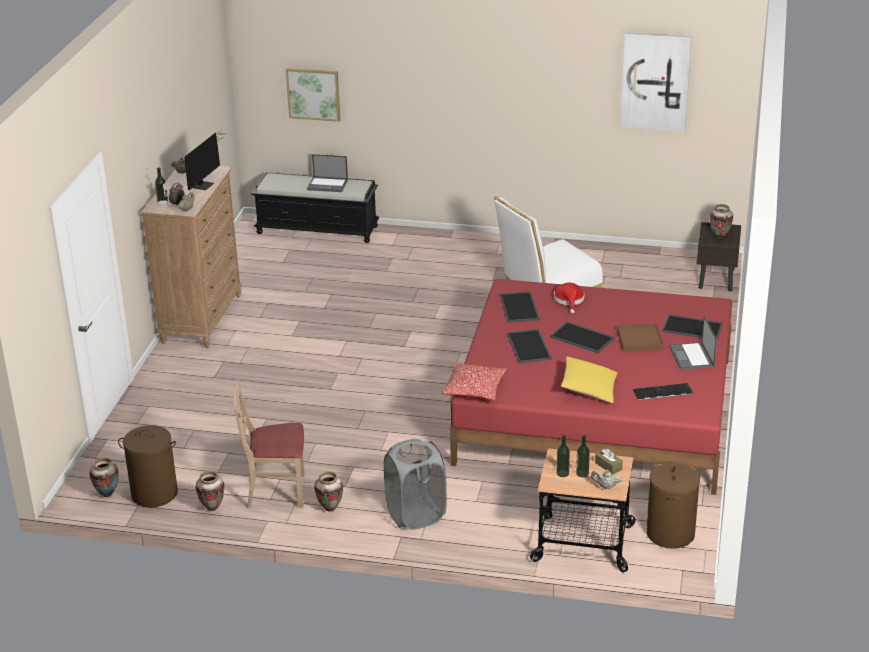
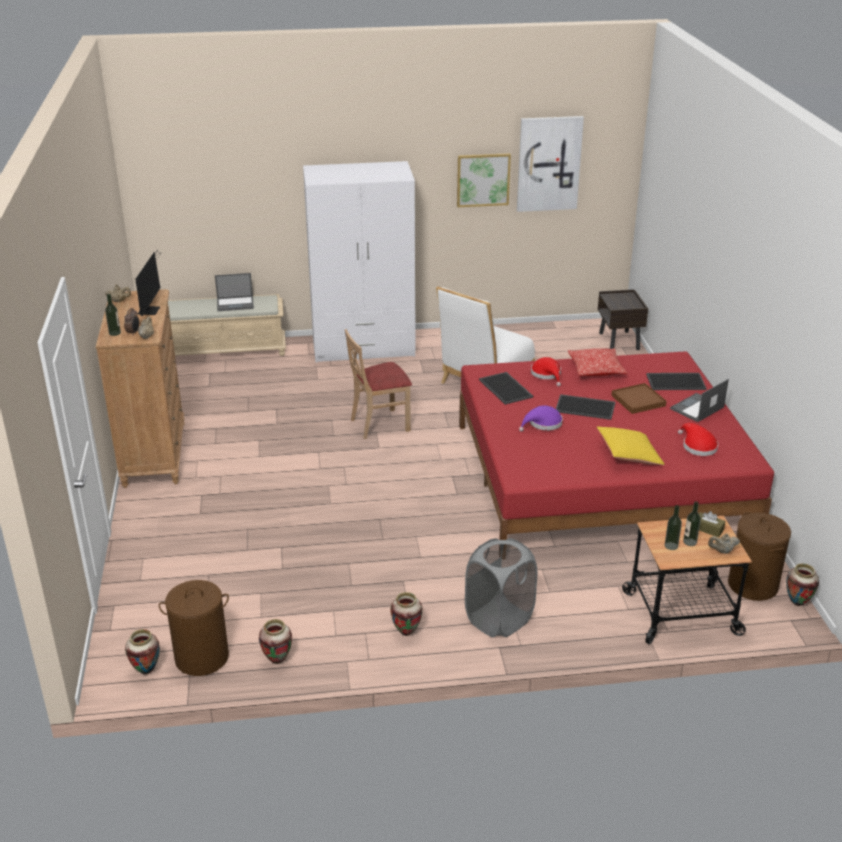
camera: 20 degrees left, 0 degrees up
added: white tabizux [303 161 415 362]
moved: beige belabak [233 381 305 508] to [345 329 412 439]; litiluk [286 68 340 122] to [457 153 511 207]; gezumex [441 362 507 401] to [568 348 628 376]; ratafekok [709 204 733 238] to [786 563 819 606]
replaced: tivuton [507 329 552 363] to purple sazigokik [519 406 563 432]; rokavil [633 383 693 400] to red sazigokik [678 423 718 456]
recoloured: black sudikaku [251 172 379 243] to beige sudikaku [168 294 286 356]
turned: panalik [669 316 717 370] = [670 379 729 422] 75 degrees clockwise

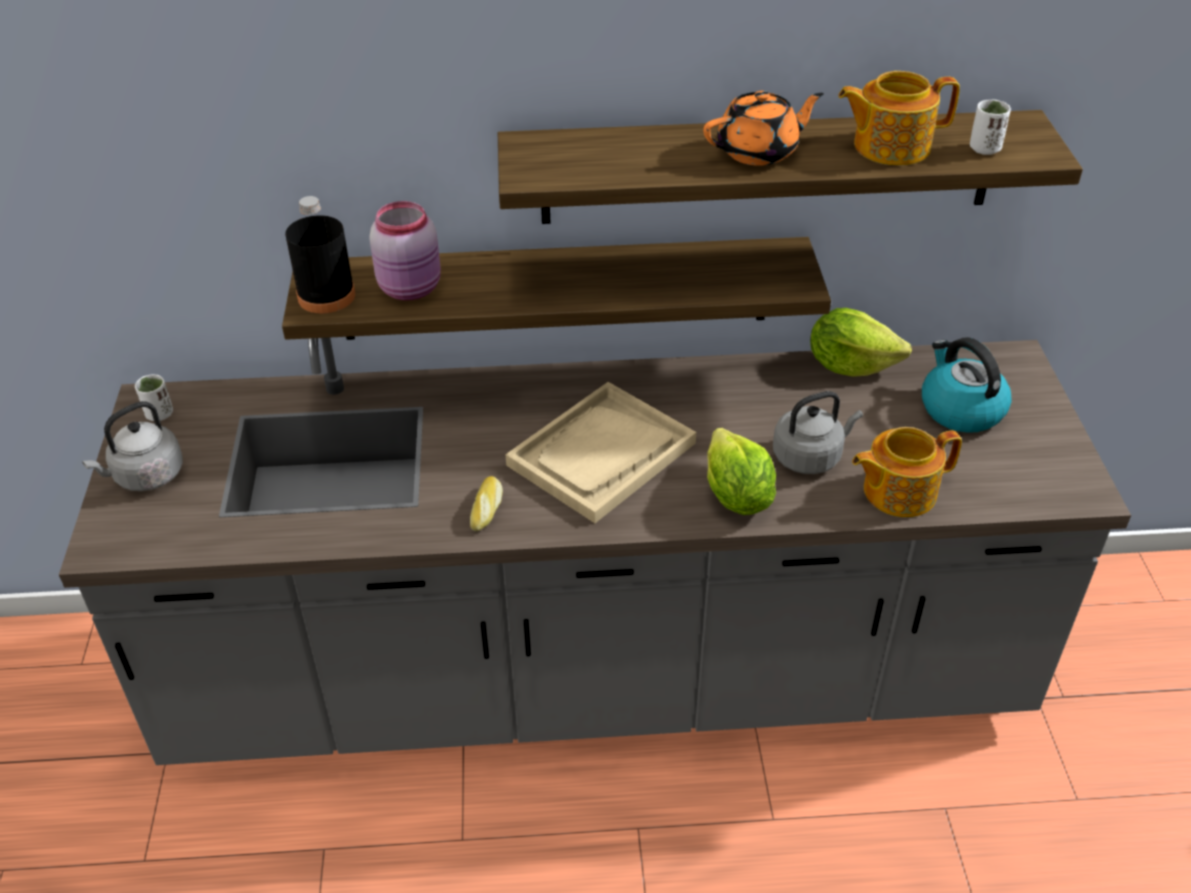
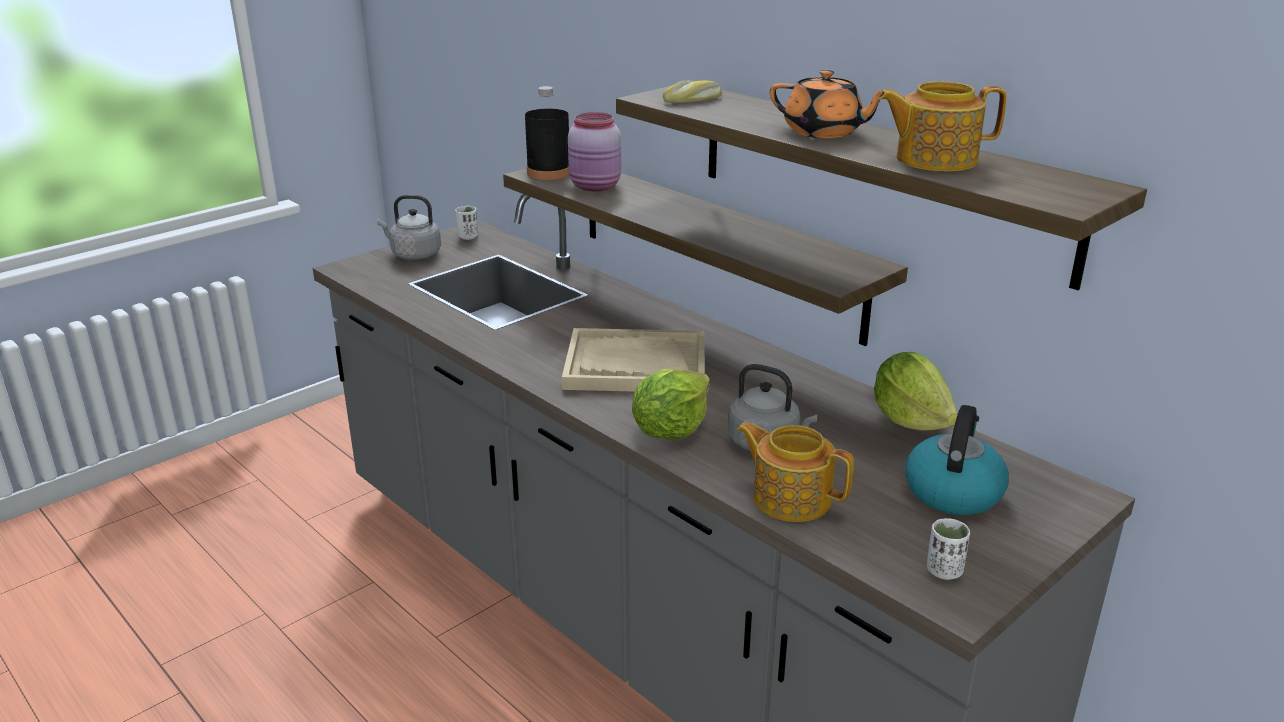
camera: 50 degrees right, 15 degrees down
moved: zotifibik [470 476 503 532] to [663 80 722 103]; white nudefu [970 100 1011 155] to [927 518 970 580]
turned: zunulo [838 71 960 165] = [878 81 1007 171] 45 degrees counterclockwise

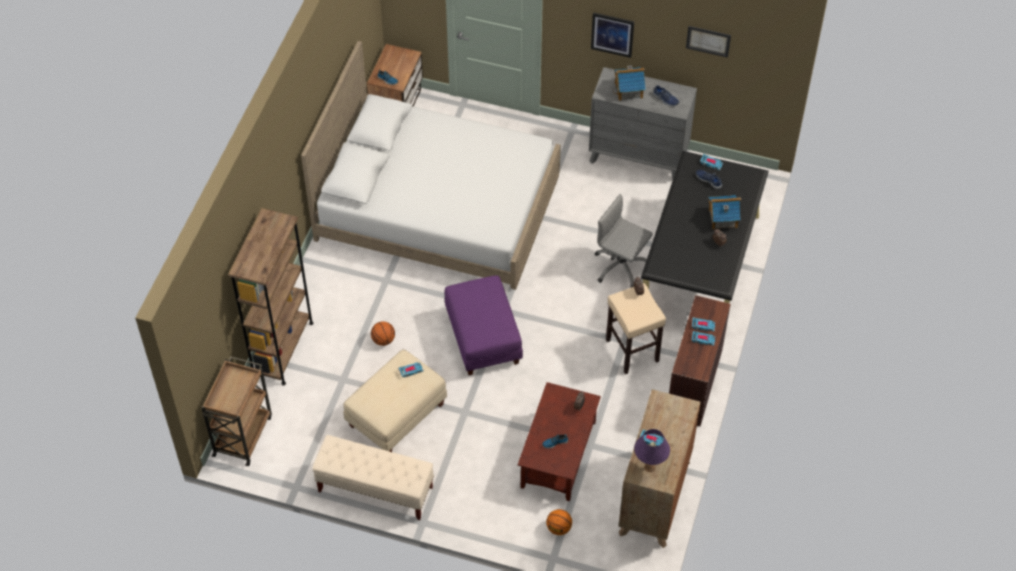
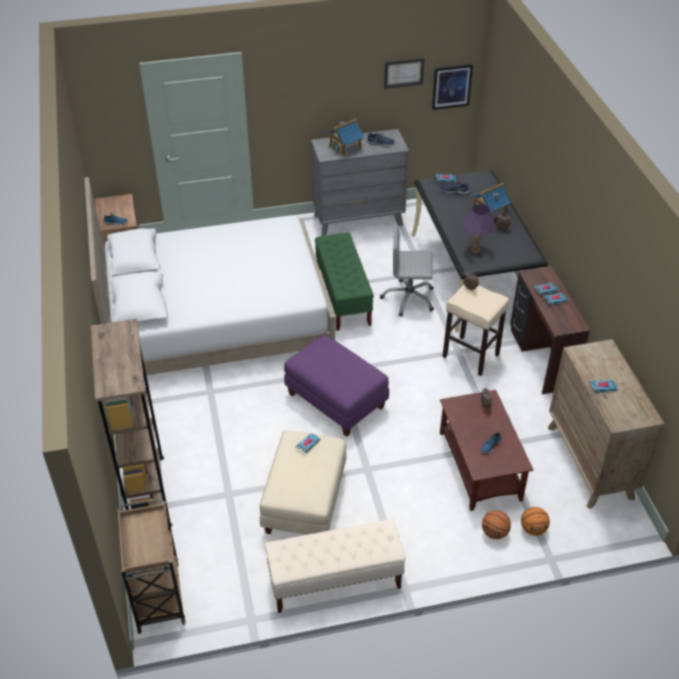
camera: 30 degrees left, 10 degrees down
added: green sudikaku [315 233 374 331]
moved: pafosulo [371 321 395 346] to [482 510 511 539]; litiluk [591 12 634 58] to [432 64 473 110]; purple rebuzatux [634 429 670 472] to [463 204 495 253]

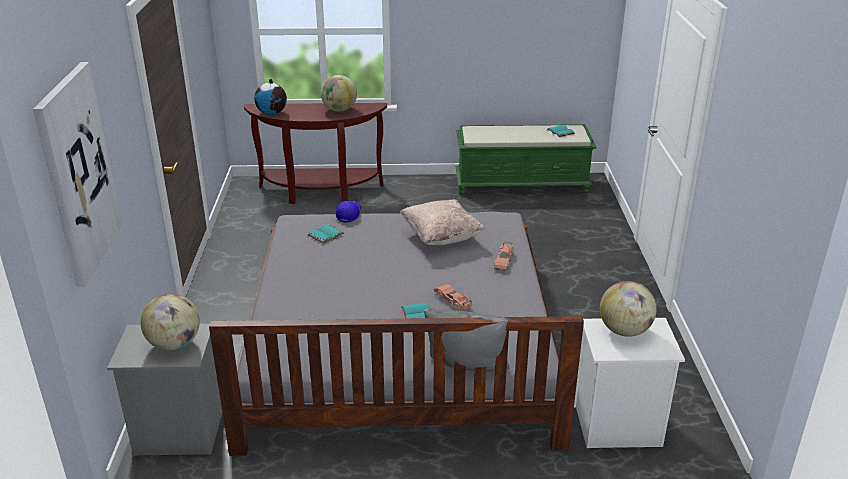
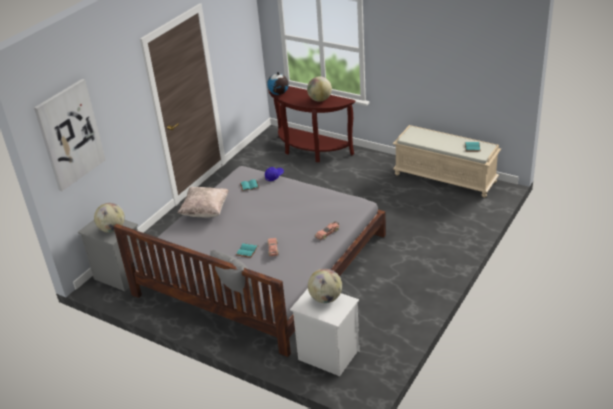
camera: 35 degrees right, 5 degrees up
moved: beige gezumex [400 200 485 245] to [178 187 229 218]
recoloured: green sudikaku [456 124 597 195] to beige sudikaku [393 125 501 198]

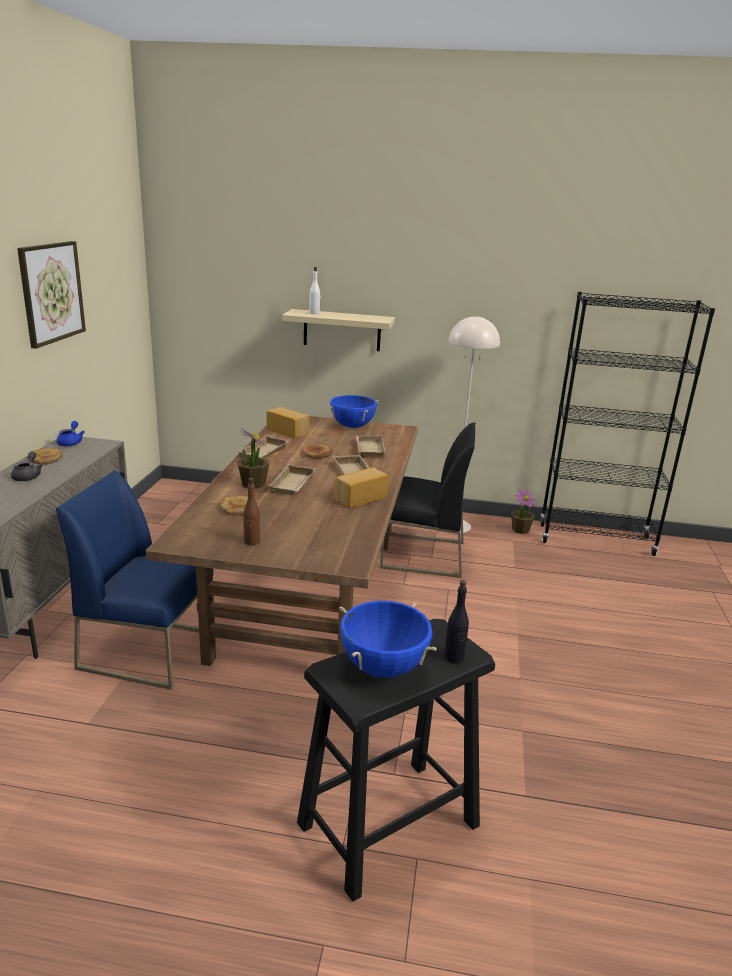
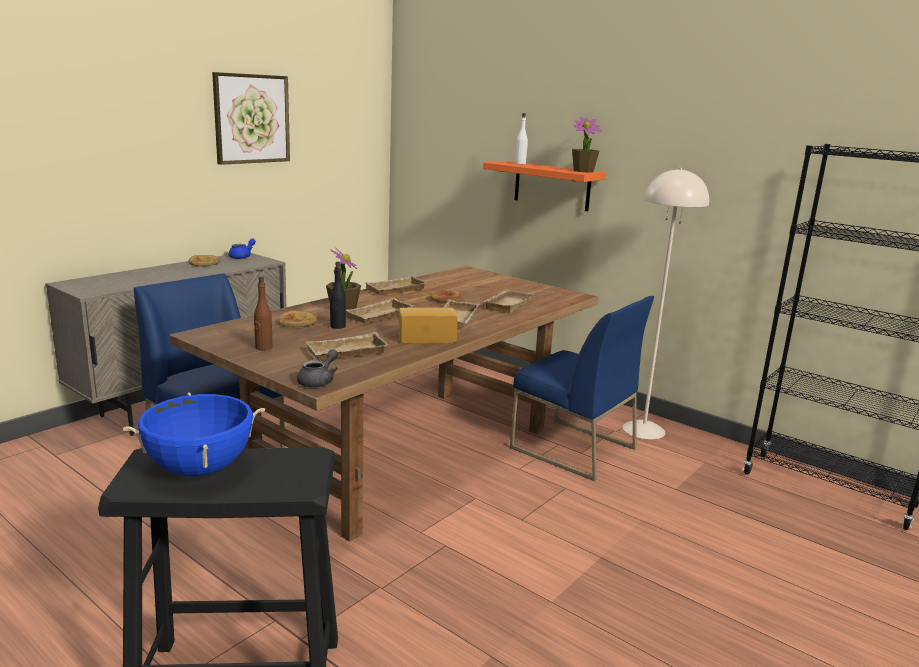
camera: 30 degrees right, 5 degrees down
removed: zotifibik [267 407 309 438]; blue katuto [327 395 379 428]
added: beige tivuton [305 332 388 360]
moved: grey zunulo [11 452 44 481] to [297 349 338 387]; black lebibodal [444 580 469 663] to [330 262 346 329]; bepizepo [511 489 536 534] to [572 117 602 173]
recoloured: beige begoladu [282 309 395 351] to orange begoladu [483 161 606 211]; black belabak [380 422 475 578] to blue belabak [510 296 654 481]

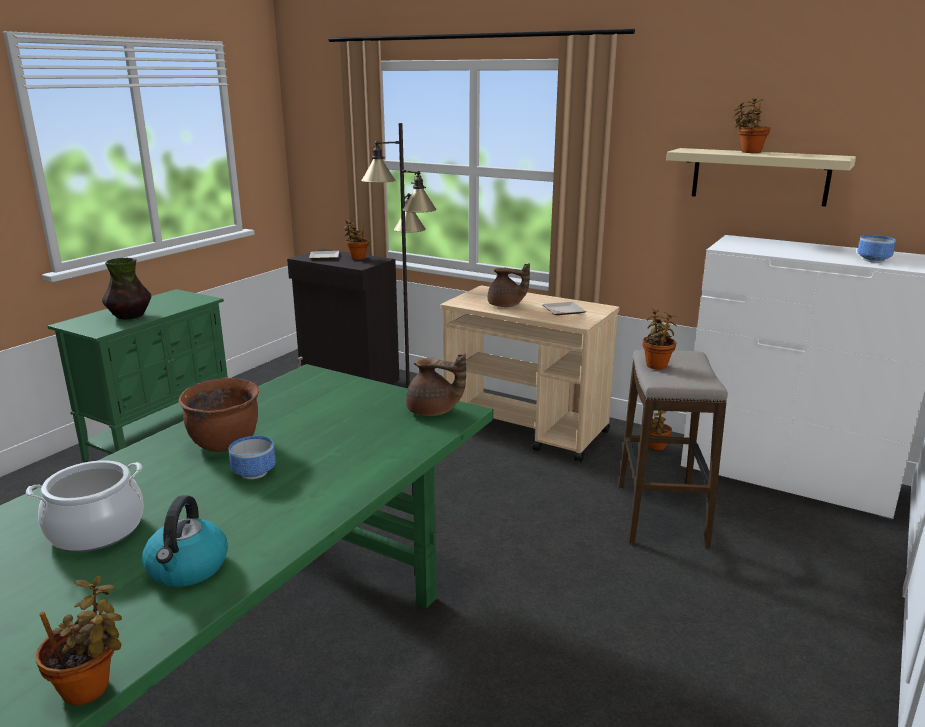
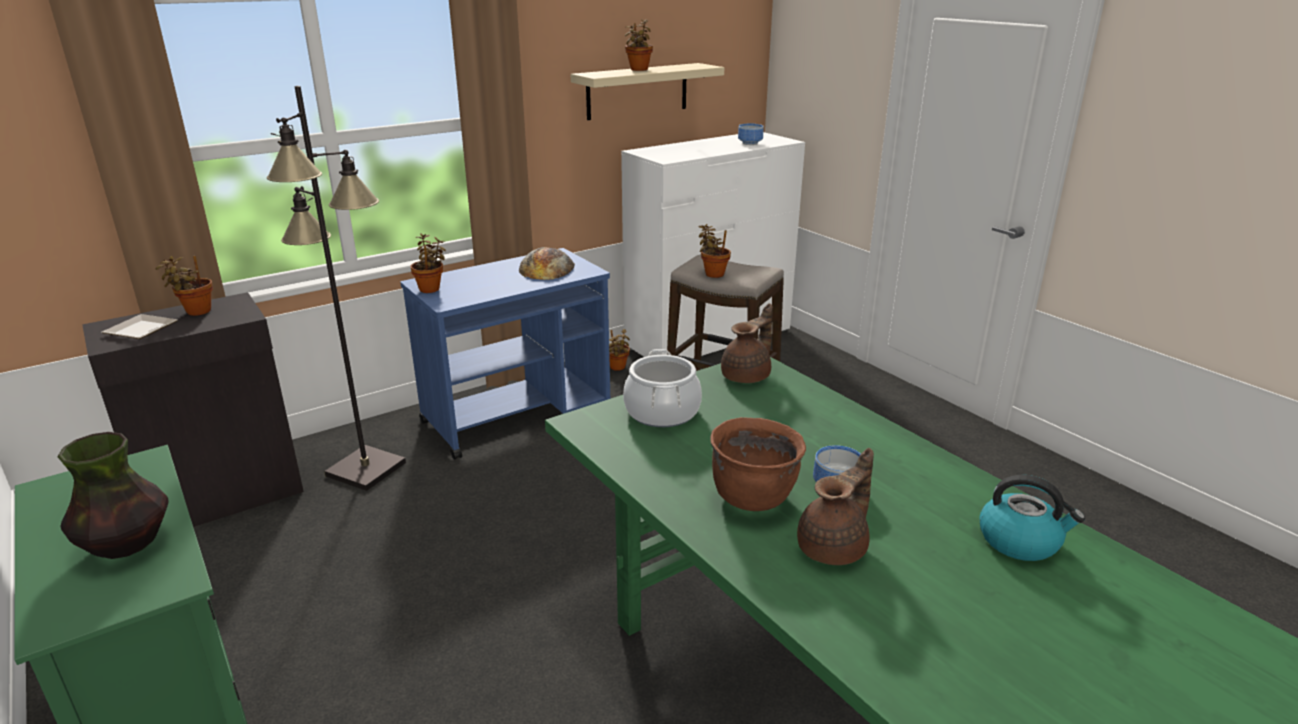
camera: 65 degrees left, 5 degrees up
moved: katuto [26 460 144 552] to [623 349 702 427]; bepizepo [36 576 122 705] to [410 233 446 293]; brown zunulo [487 263 530 307] to [797 448 874 565]
replaced: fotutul [542 302 587 315] to zotifibik [519 247 575 280]
recoloured: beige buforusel [441 286 620 462] to blue buforusel [400 248 610 460]

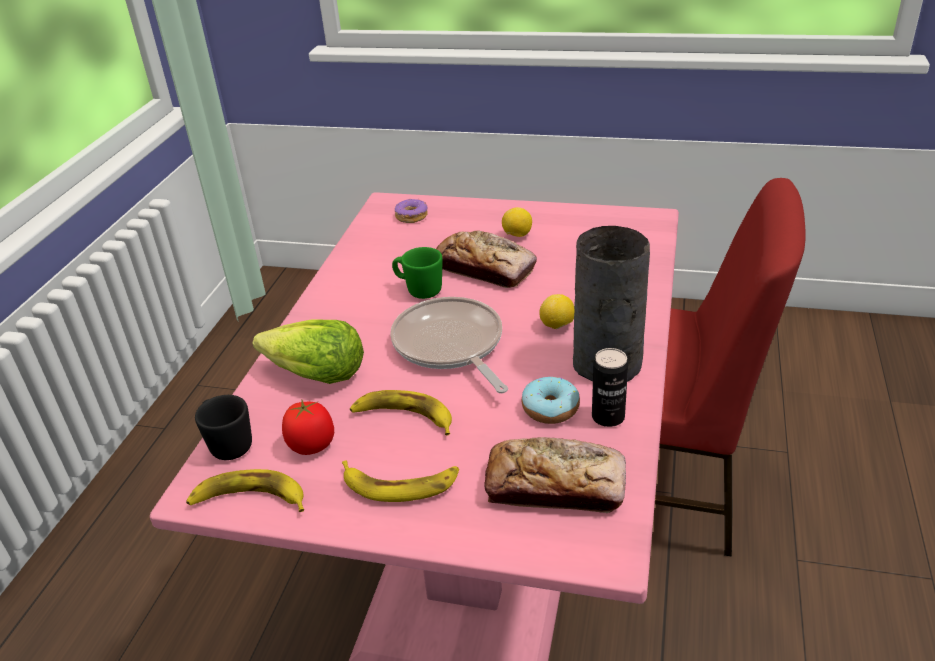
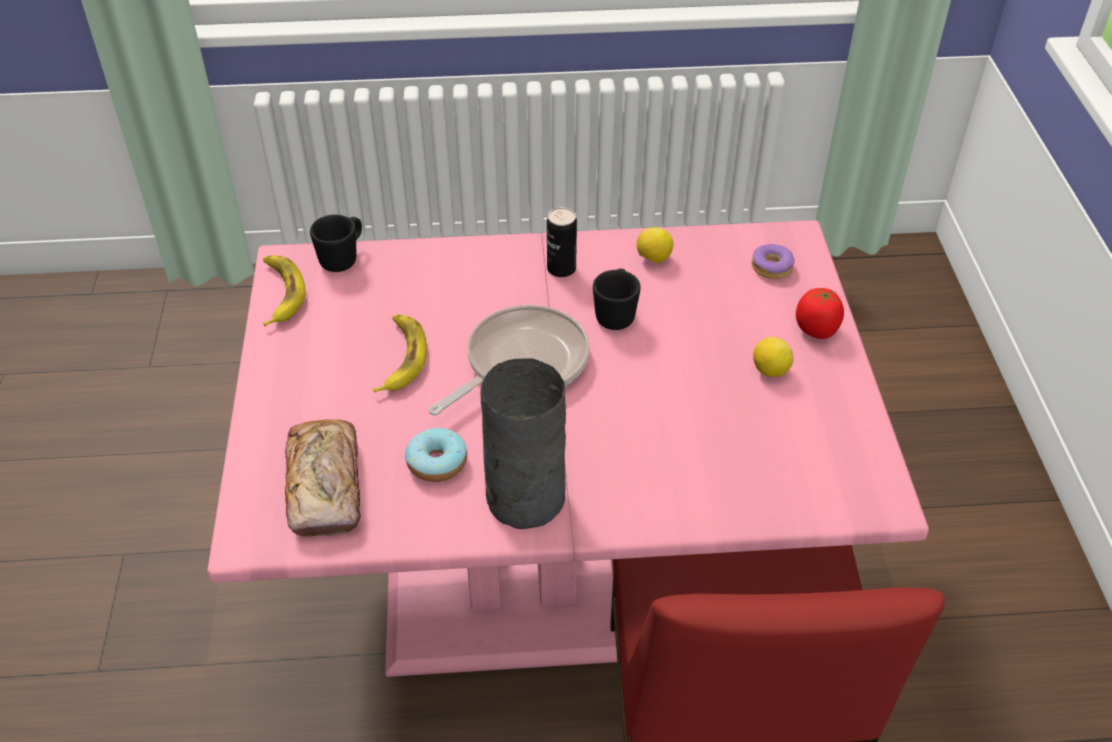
camera: 70 degrees right, 10 degrees up
removed: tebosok [252 320 364 384]; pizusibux [342 461 459 502]; zotifibik [436 231 537 288]
moved: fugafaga [282 400 334 455] to [796 288 844 339]; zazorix [539 294 574 329] to [637 227 673 263]; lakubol [592 348 628 427] to [547 207 577 277]
recoloured: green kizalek [392 247 443 299] to black kizalek [593 269 640 330]

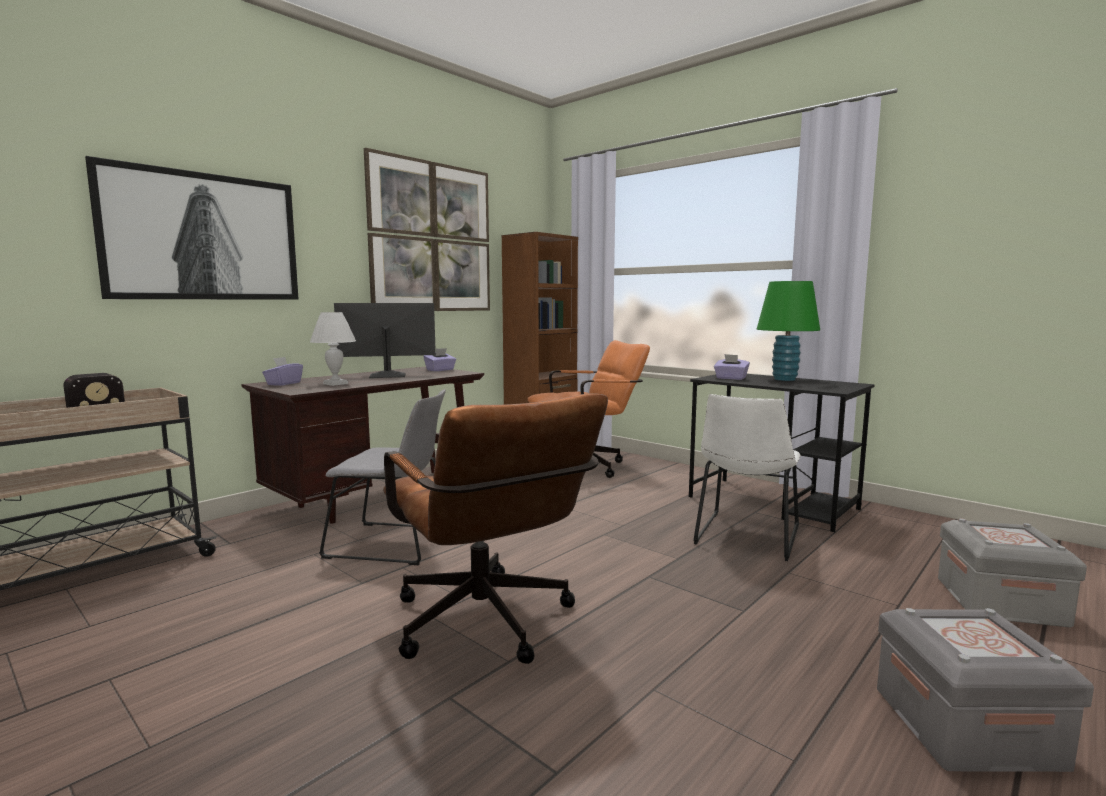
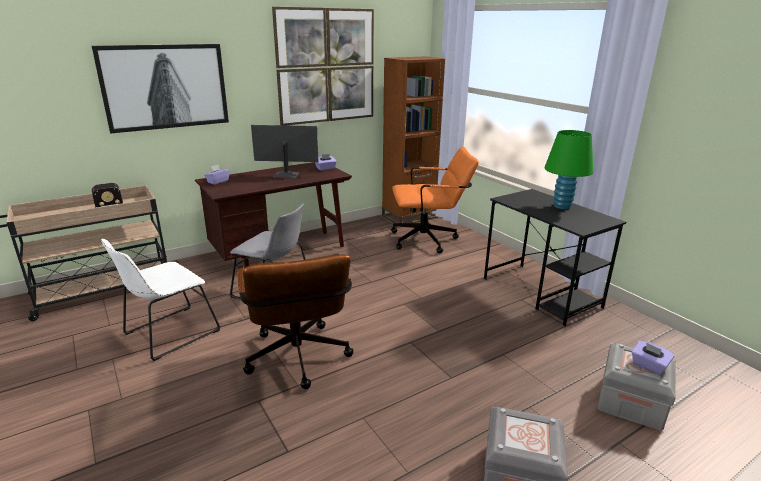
camera: 15 degrees right, 15 degrees up
removed: white rebuzatux [310 312 356 386]
moved: white belabak [693 394 801 561] to [101 239 220 361]; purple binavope [714 354 750 380] to [632 340 675 375]

